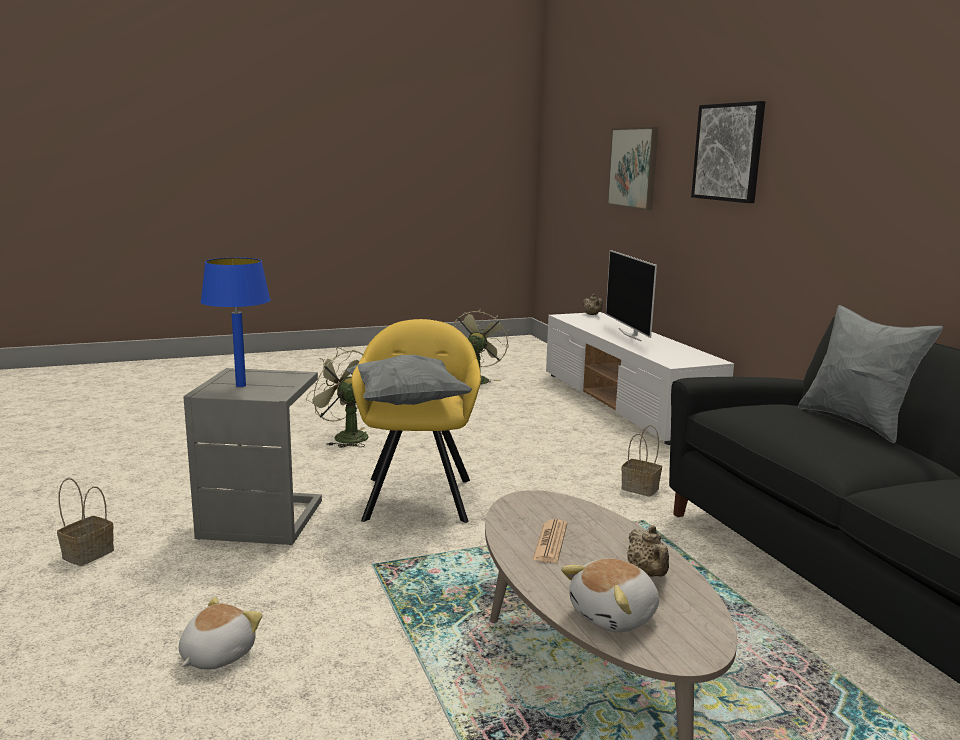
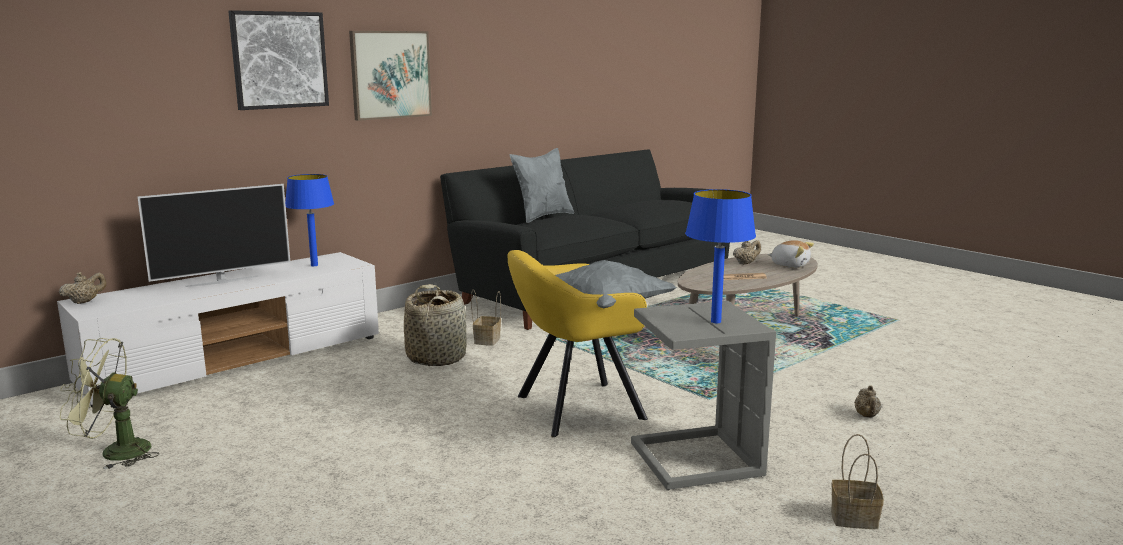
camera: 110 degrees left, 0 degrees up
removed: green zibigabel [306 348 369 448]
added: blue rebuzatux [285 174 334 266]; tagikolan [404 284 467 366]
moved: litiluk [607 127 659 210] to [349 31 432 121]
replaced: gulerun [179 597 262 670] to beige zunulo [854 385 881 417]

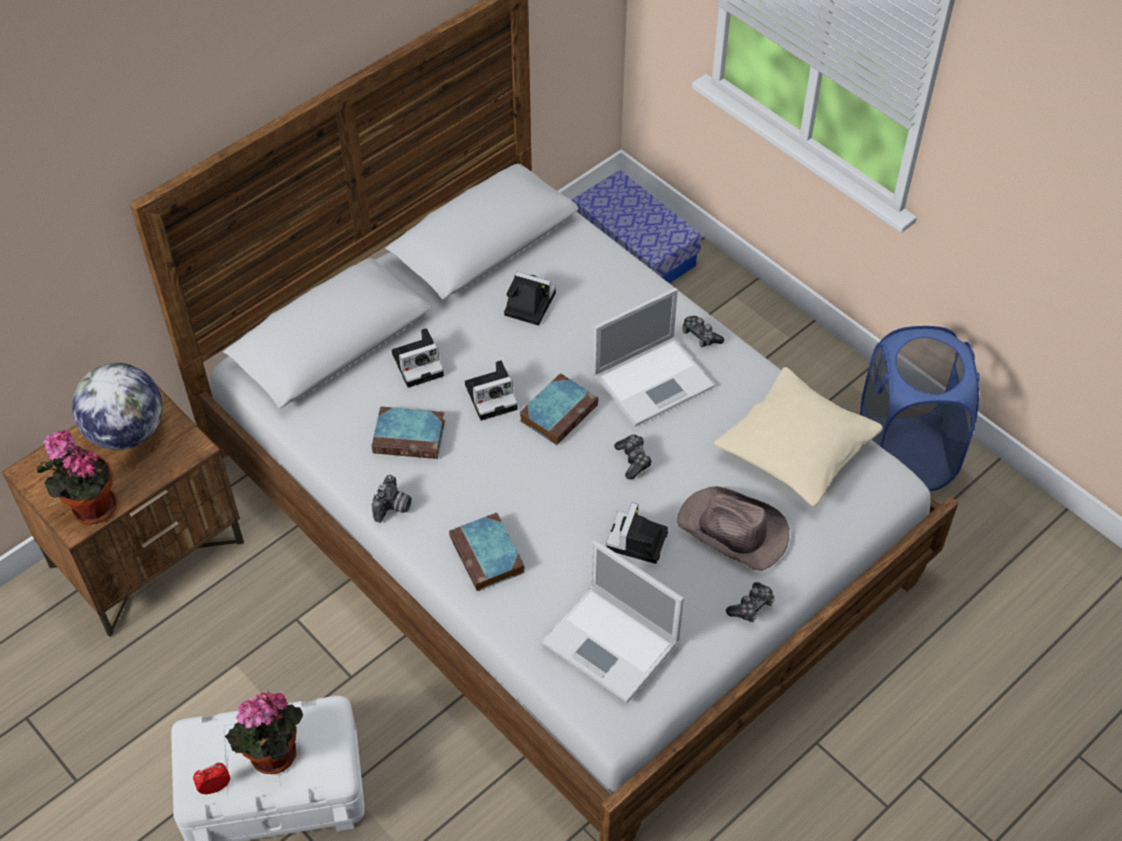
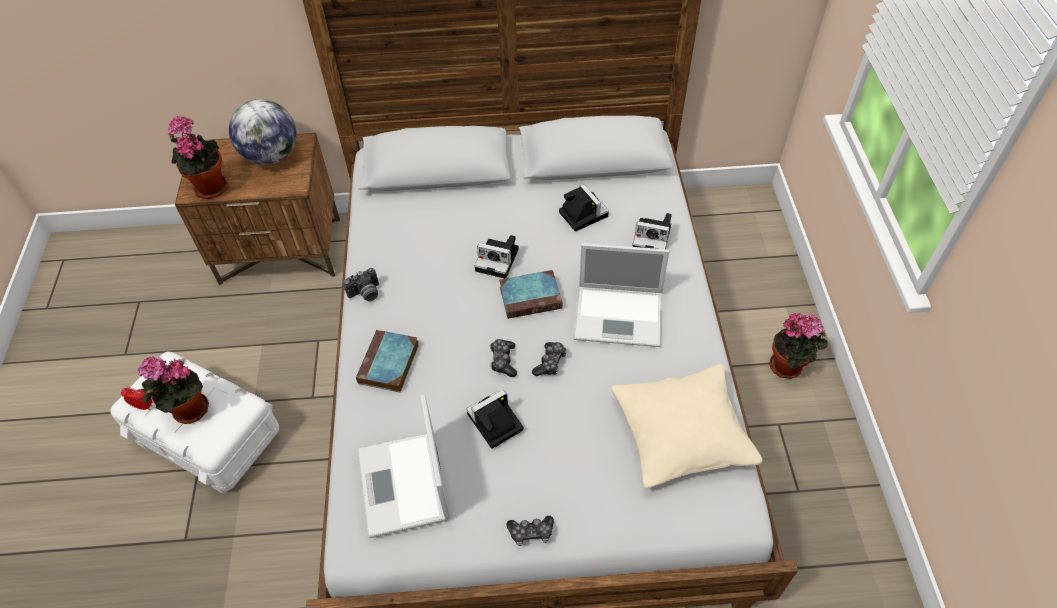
camera: 40 degrees right, 0 degrees up
removed: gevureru [372 406 445 459]; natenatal [572 170 702 283]; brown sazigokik [677 486 789 571]; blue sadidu [860 326 980 491]
added: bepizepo [769 313 828 379]
moved: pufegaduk [392 328 444 388] to [632 213 672 249]; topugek [682 316 724 347] to [490 339 517 377]

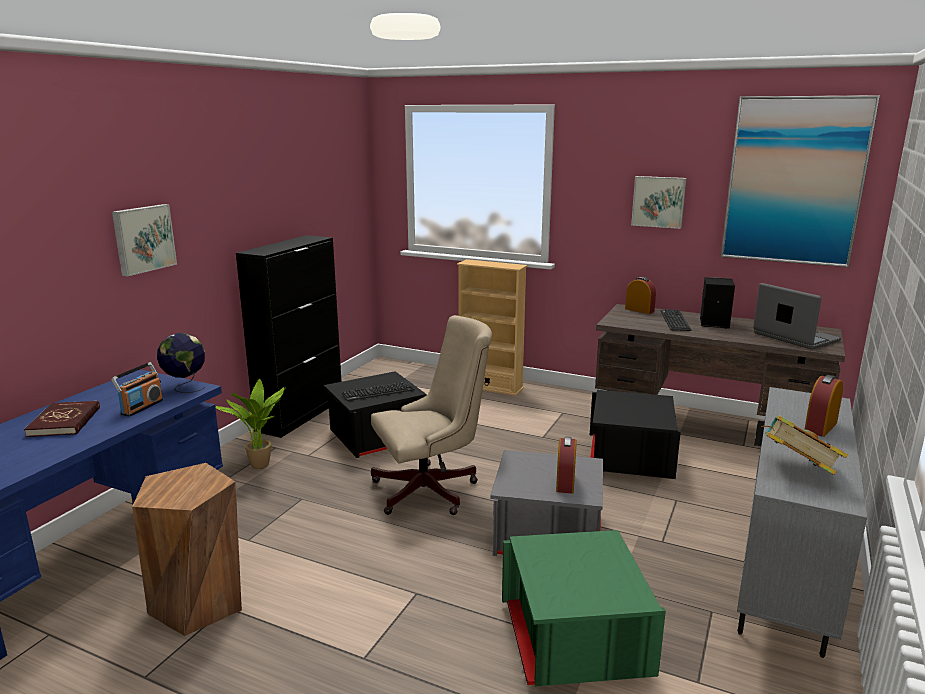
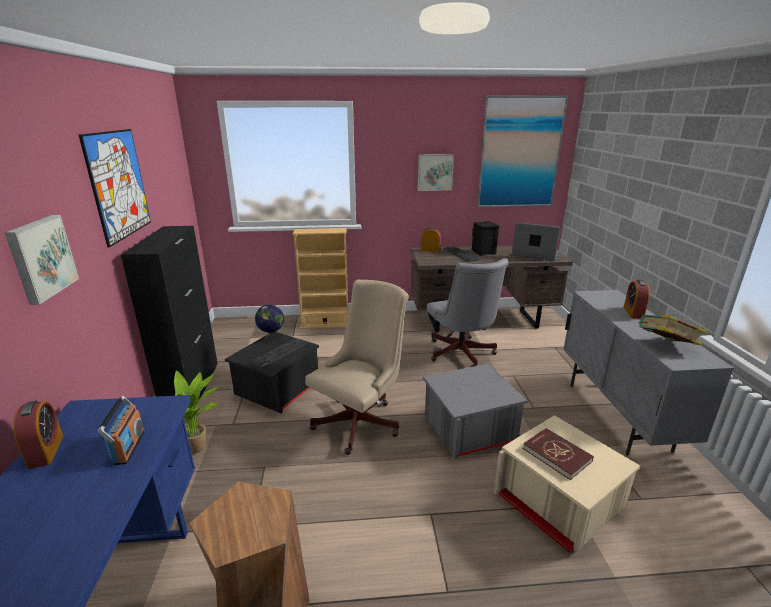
camera: 30 degrees left, 5 degrees up
added: litiluk [79 129 151 248]
moved: red gevureru [24 401 100 437] to [523 428 594 480]; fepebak [157 333 205 393] to [255 304 284 342]; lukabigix [556 437 577 494] to [13 401 63 469]
replaced: black natenatal [590 390 681 479] to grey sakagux [427 258 509 367]
recoloured: green natenatal [502 530 666 687] to beige natenatal [494 415 641 553]

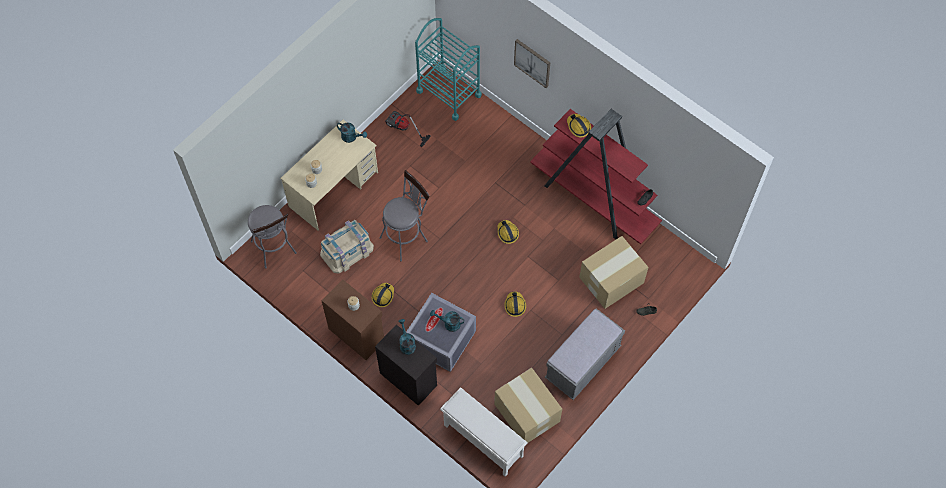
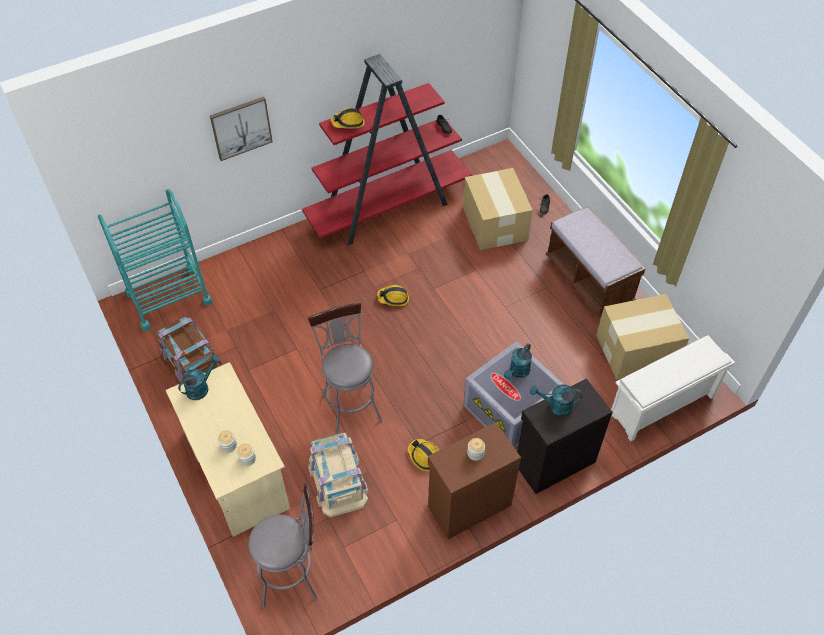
camera: 70 degrees left, 10 degrees down
removed: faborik [505 292 526 317]
replaced: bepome [385 111 431 147] to brown natenatal [157 316 222 384]
recoloured: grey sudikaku [545 308 625 400] to brown sudikaku [546 206 645 317]

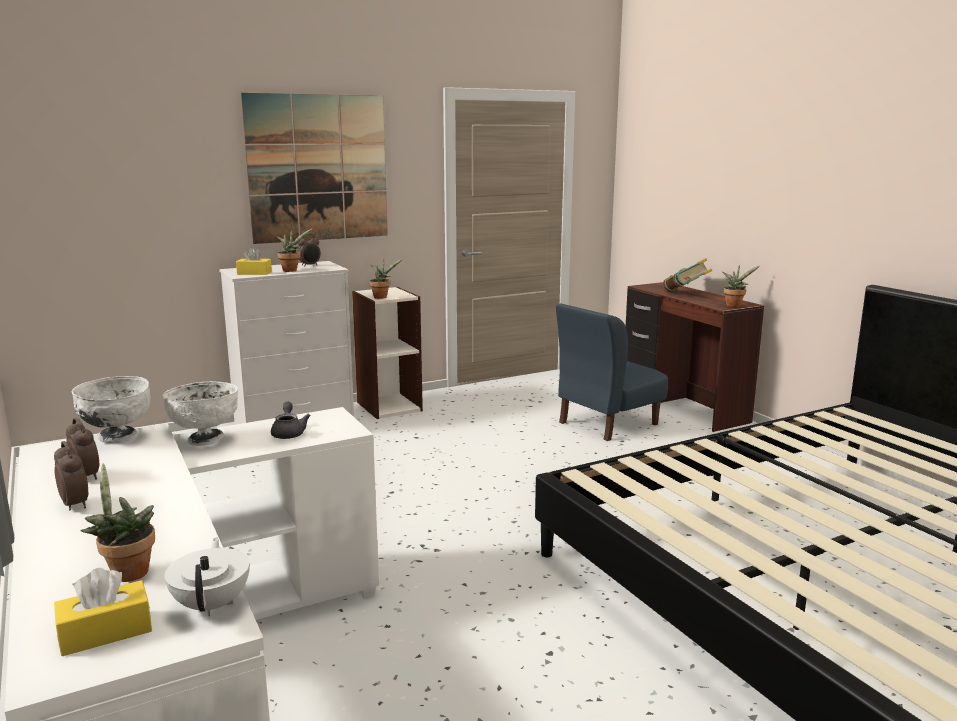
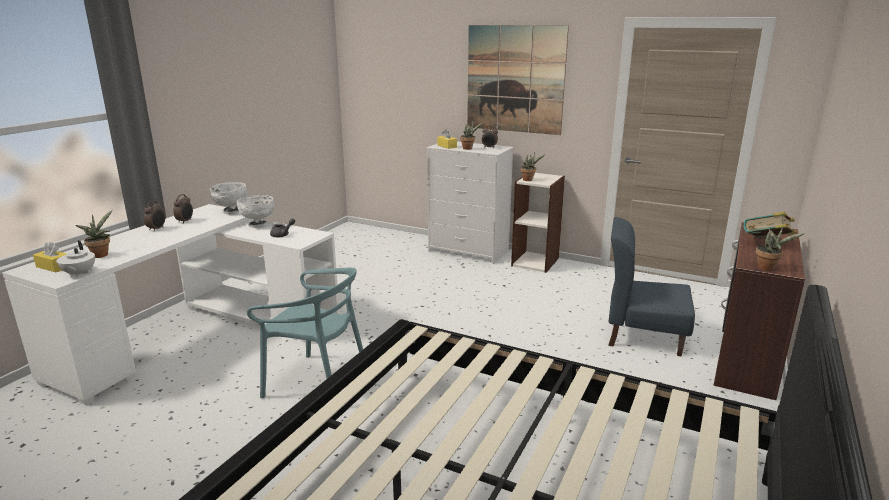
camera: 55 degrees right, 5 degrees up
added: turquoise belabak [247 268 363 398]
turned: white zunulo [165 537 250 616] = [56 240 95 277] 120 degrees clockwise

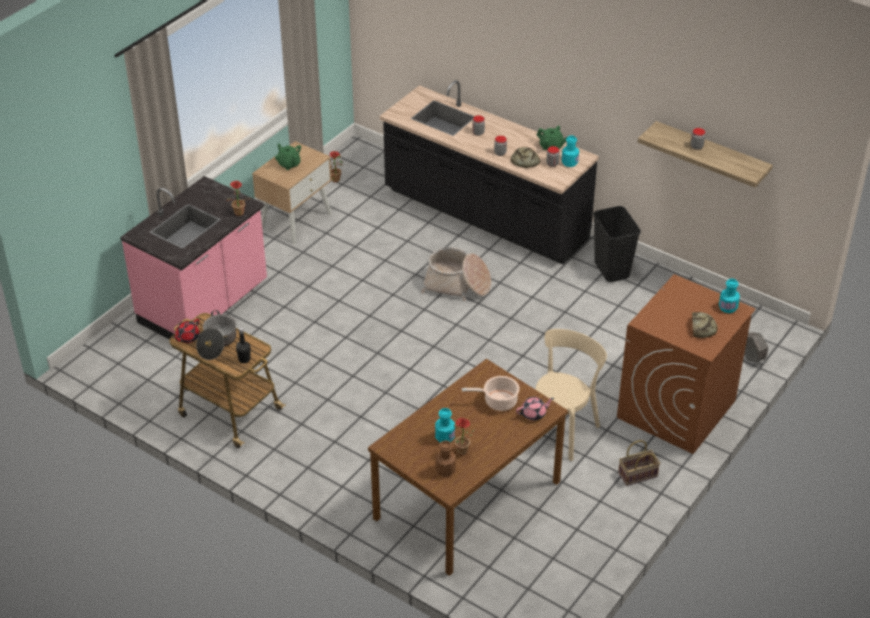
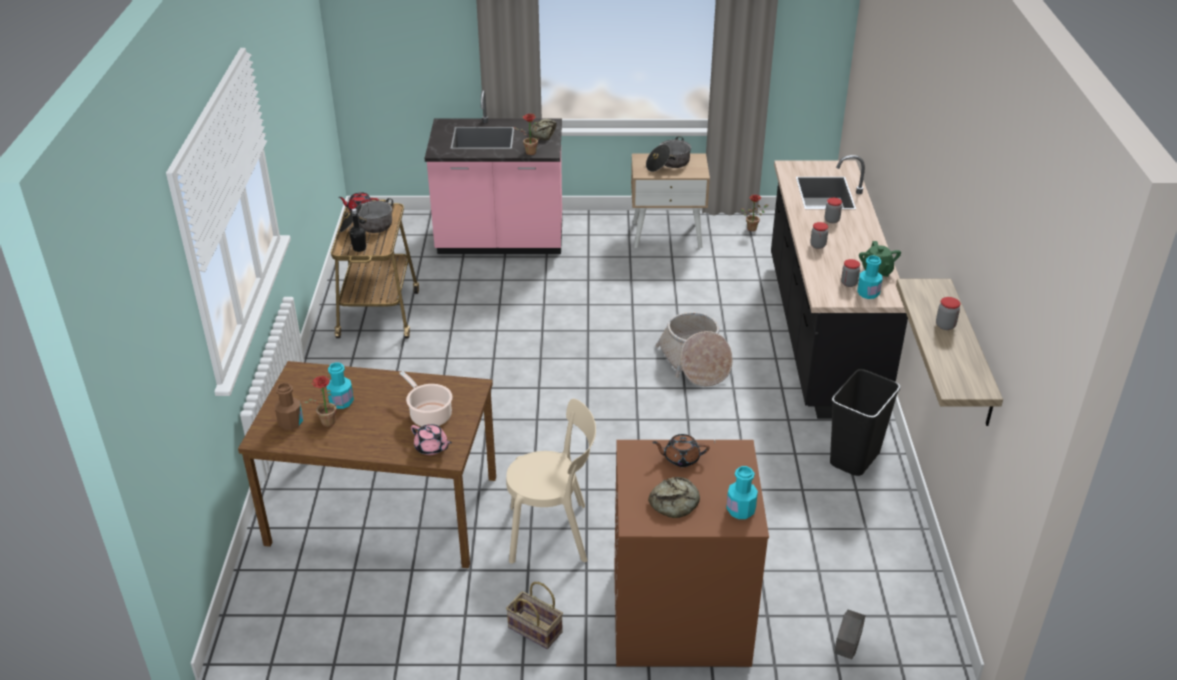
camera: 55 degrees right, 5 degrees down
added: brown zunulo [652 434 710 467]
moved: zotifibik [511 147 540 168] to [530 119 556 140]
replaced: green zunulo [275 144 301 170] to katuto [646 136 691 172]

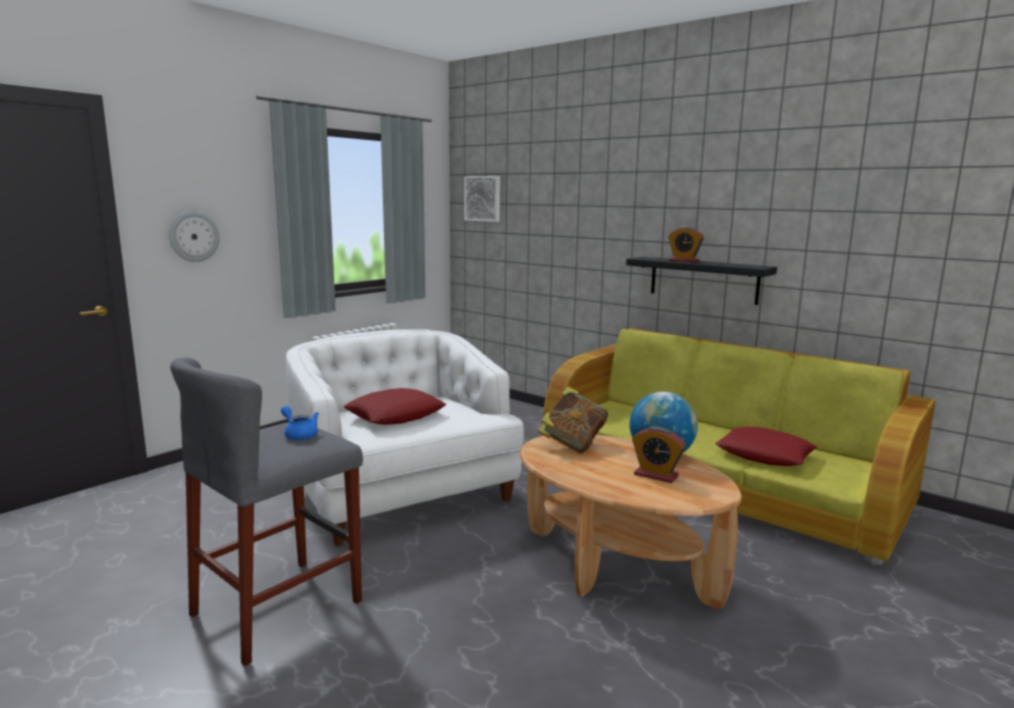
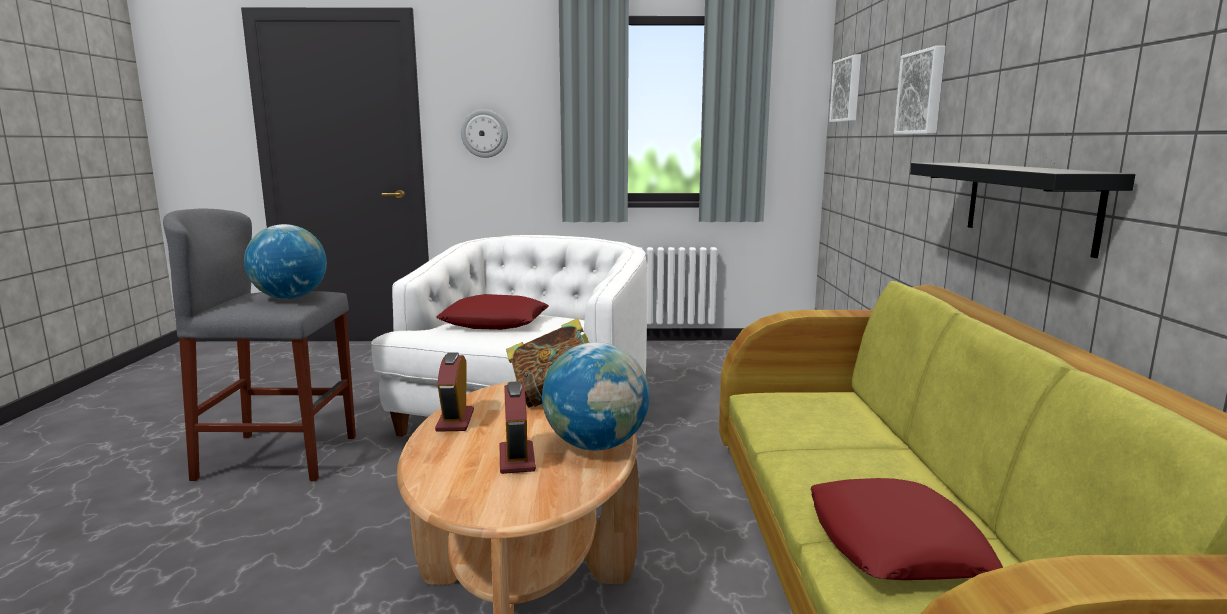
camera: 50 degrees right, 0 degrees up
added: litiluk [894 46 946 134]
moved: lukabigix [668 227 704 263] to [435 352 474 432]
replaced: blue zunulo [281 406 319 440] to fepebak [244 224 327 299]

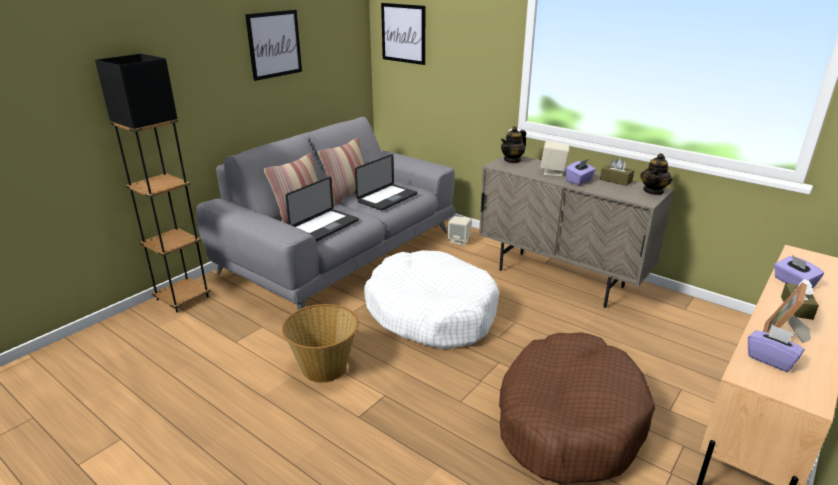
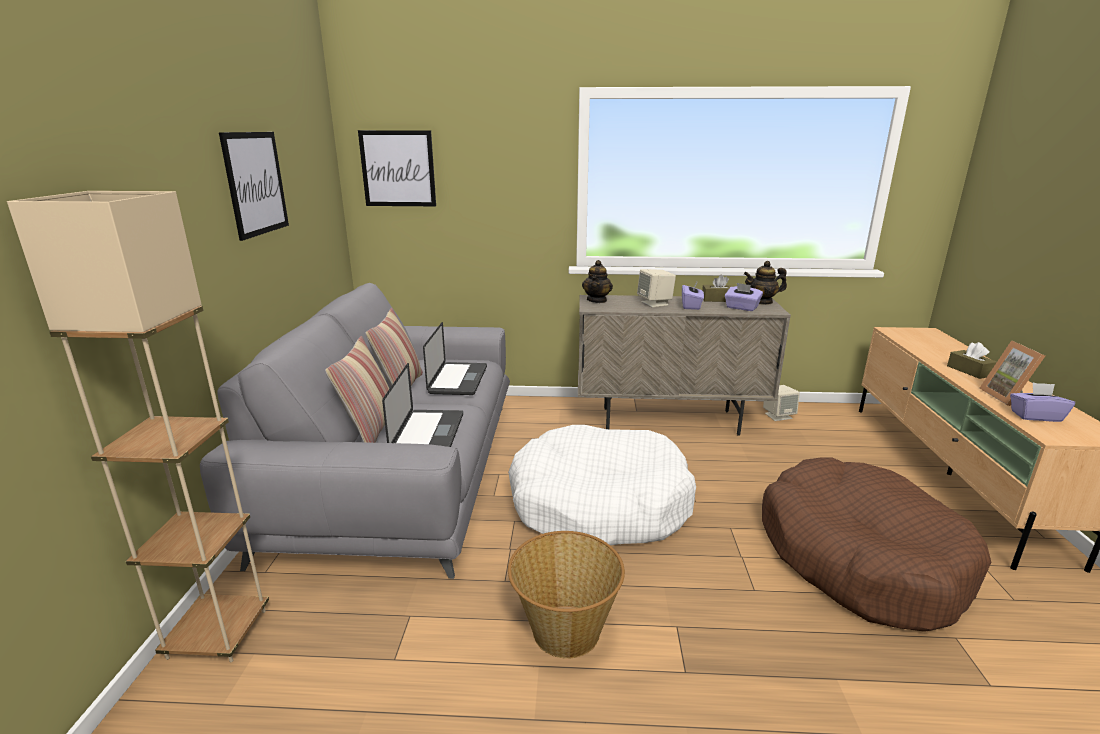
camera: 35 degrees left, 5 degrees down
moved: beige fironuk [448 216 472 245] to [763 385 800 421]; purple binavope [774 255 824 288] to [725 283 763 311]
recoloured: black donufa [95 54 211 312] to beige donufa [7 191 269 663]
turned: zunulo [640 153 672 195] = [744 261 787 305] 90 degrees clockwise

